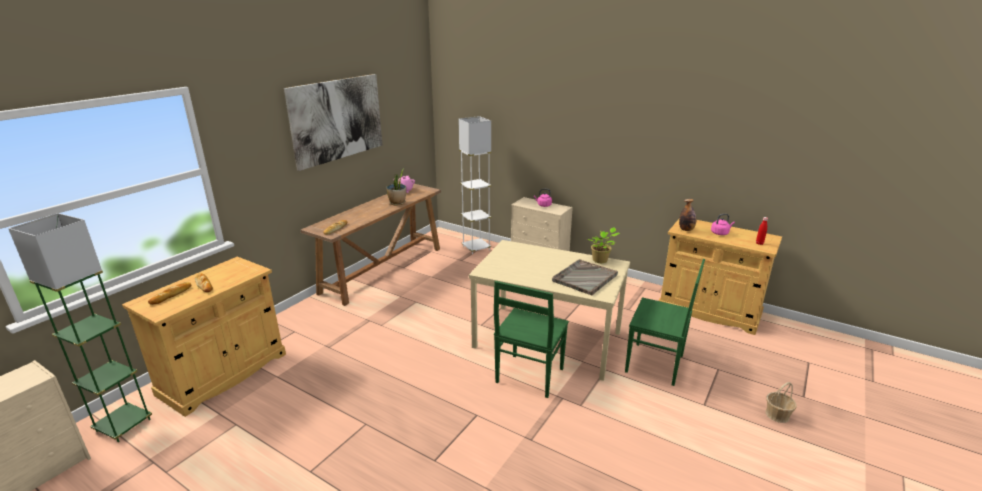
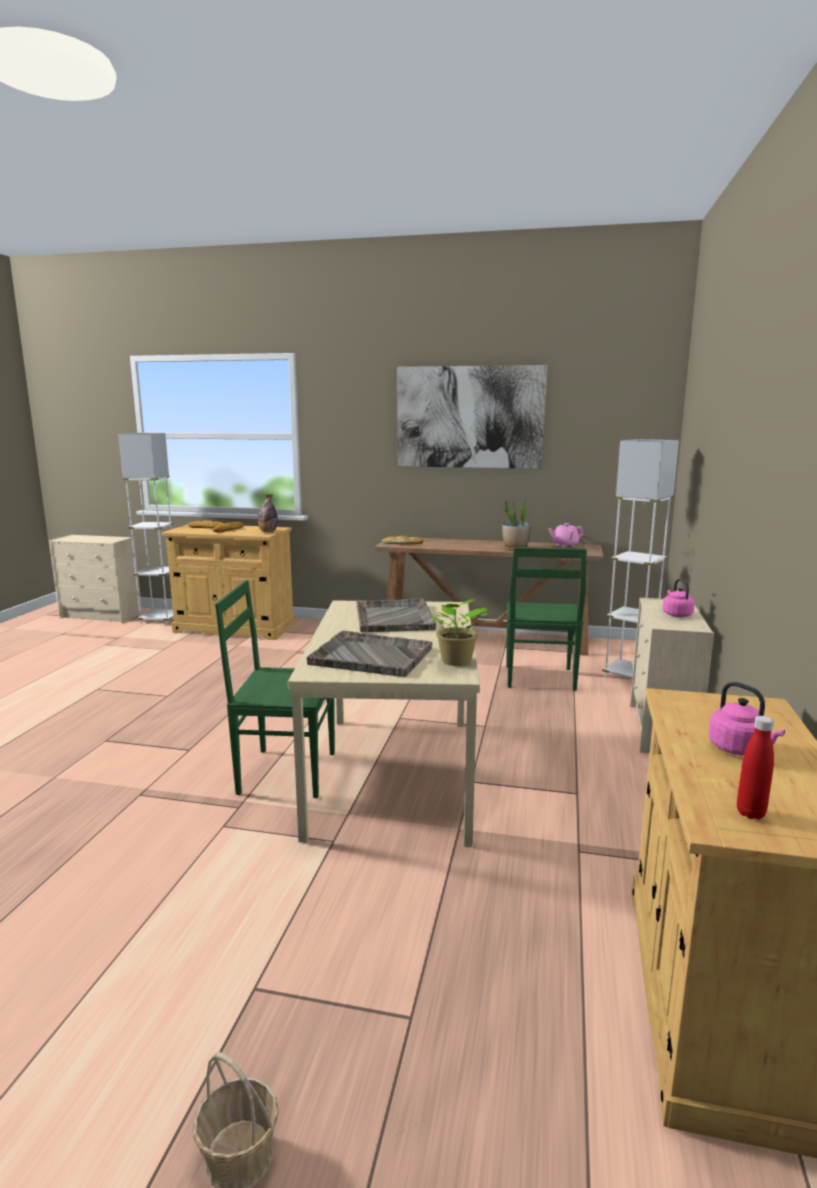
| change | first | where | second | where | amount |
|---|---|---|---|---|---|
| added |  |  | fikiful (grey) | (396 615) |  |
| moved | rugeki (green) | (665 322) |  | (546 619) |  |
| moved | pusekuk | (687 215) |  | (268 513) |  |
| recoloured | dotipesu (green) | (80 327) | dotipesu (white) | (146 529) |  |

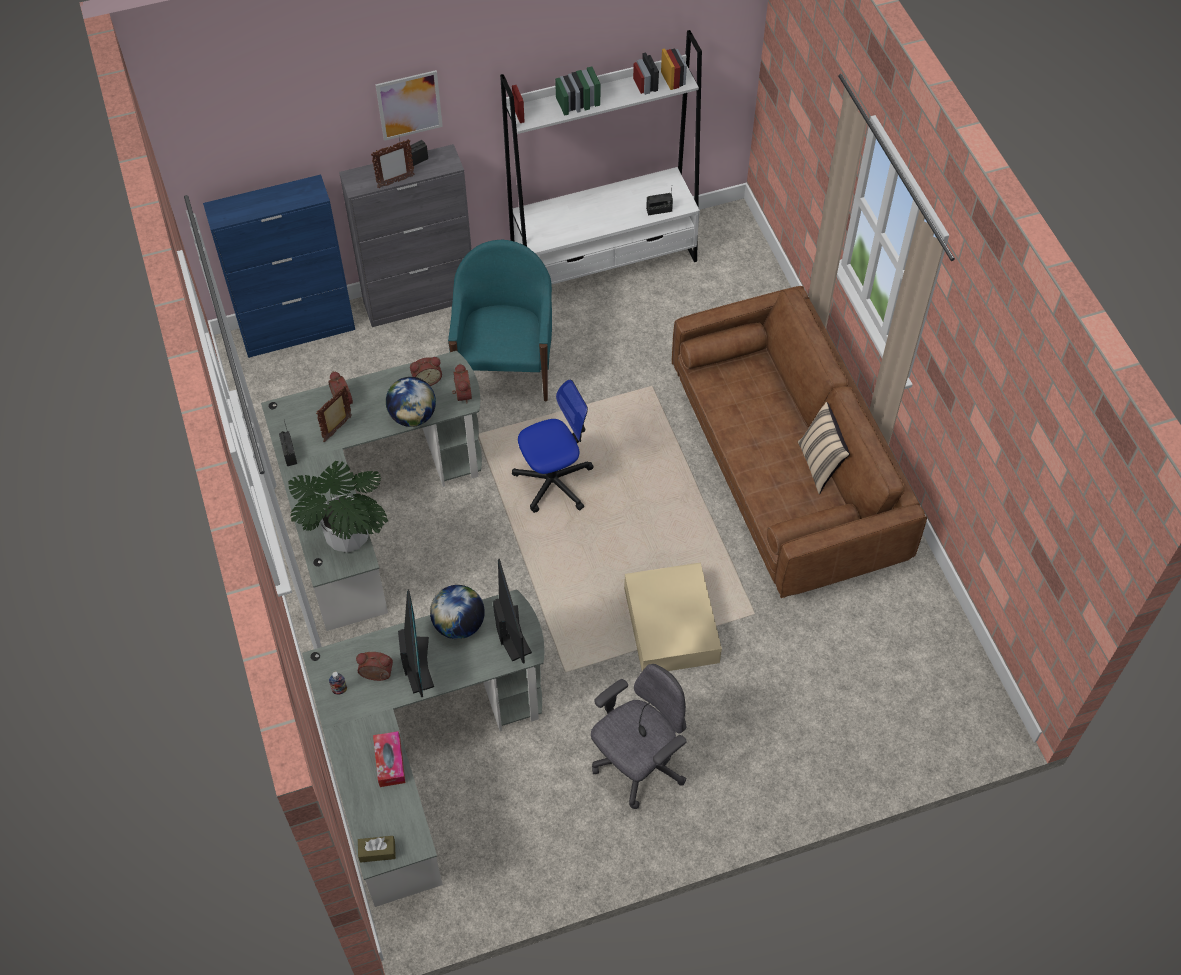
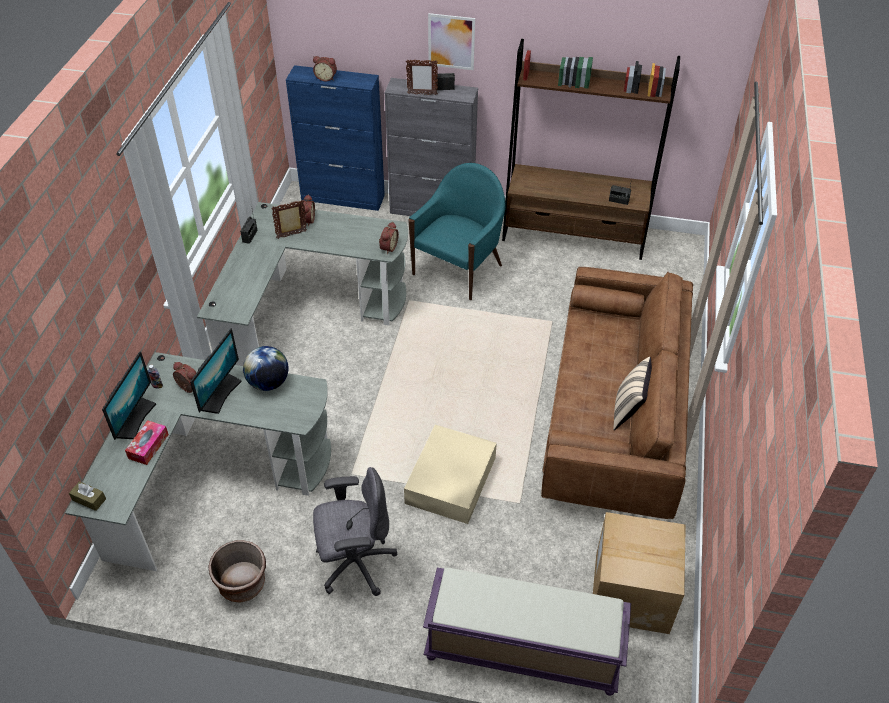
| change | first | where | second | where | amount |
|---|---|---|---|---|---|
| removed | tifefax | (338 507) |  |  |  |
| removed | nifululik | (411 402) |  |  |  |
| removed | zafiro | (553 446) |  |  |  |
| added |  |  | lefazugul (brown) | (237 571) |  |
| added |  |  | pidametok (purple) | (527 632) |  |
| added |  |  | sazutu | (639 573) |  |
| moved | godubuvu | (426 371) |  | (325 69) |  |
| moved | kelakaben | (512 611) |  | (129 395) |  |
| recoloured | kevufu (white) | (601 157) | kevufu (brown) | (591 149) |  |

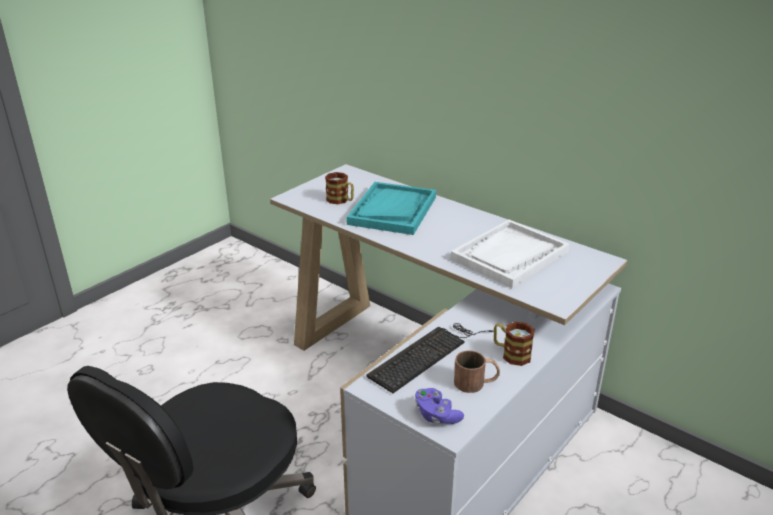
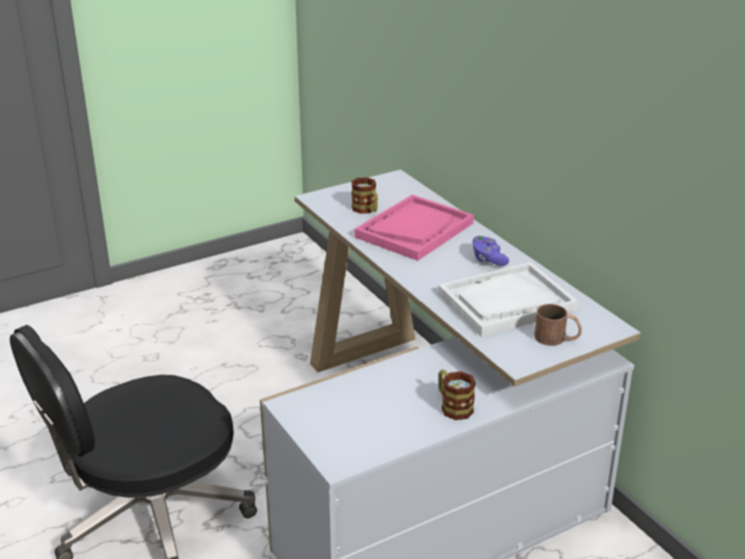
| change | first | where | second | where | amount |
|---|---|---|---|---|---|
| removed | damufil | (430 358) |  |  |  |
| moved | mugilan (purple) | (439 406) |  | (490 251) |  |
| moved | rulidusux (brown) | (477 372) |  | (558 325) |  |
| recoloured | fikiful (turquoise) | (391 208) | fikiful (pink) | (414 228) |  |

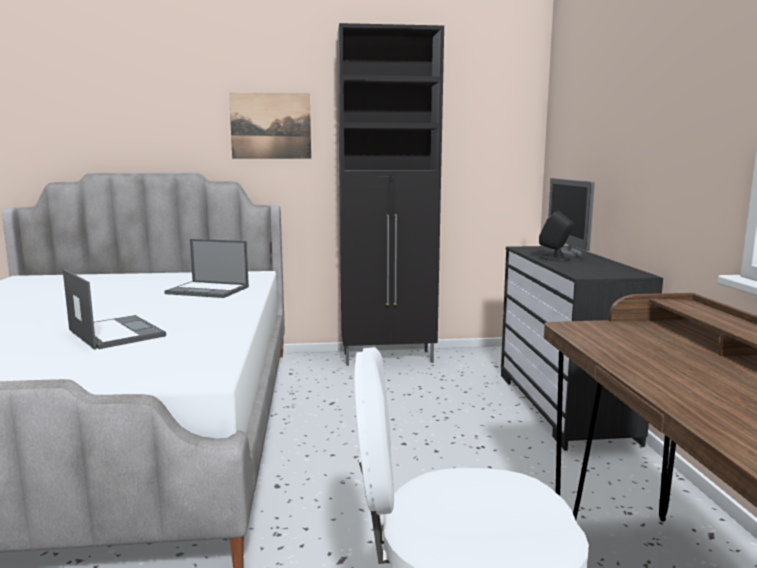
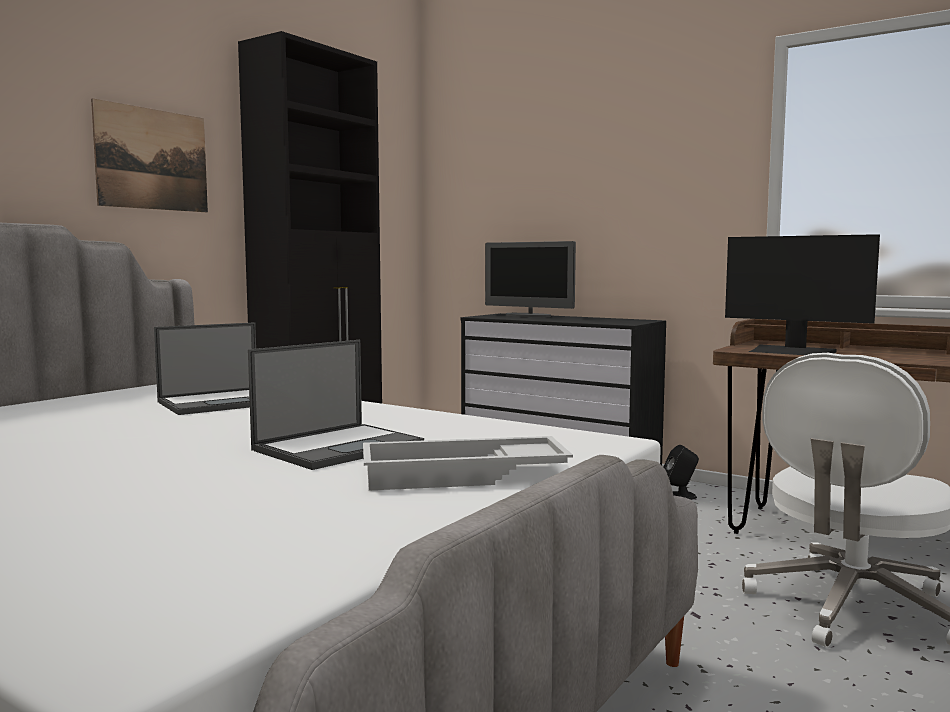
| change | first | where | second | where | amount |
|---|---|---|---|---|---|
| added |  |  | fikiful (white) | (468 463) |  |
| added |  |  | kelakaben | (802 294) |  |
| moved | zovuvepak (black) | (556 236) |  | (681 472) |  |
| turned | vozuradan | (114 309) |  | (336 405) | 135 degrees clockwise |

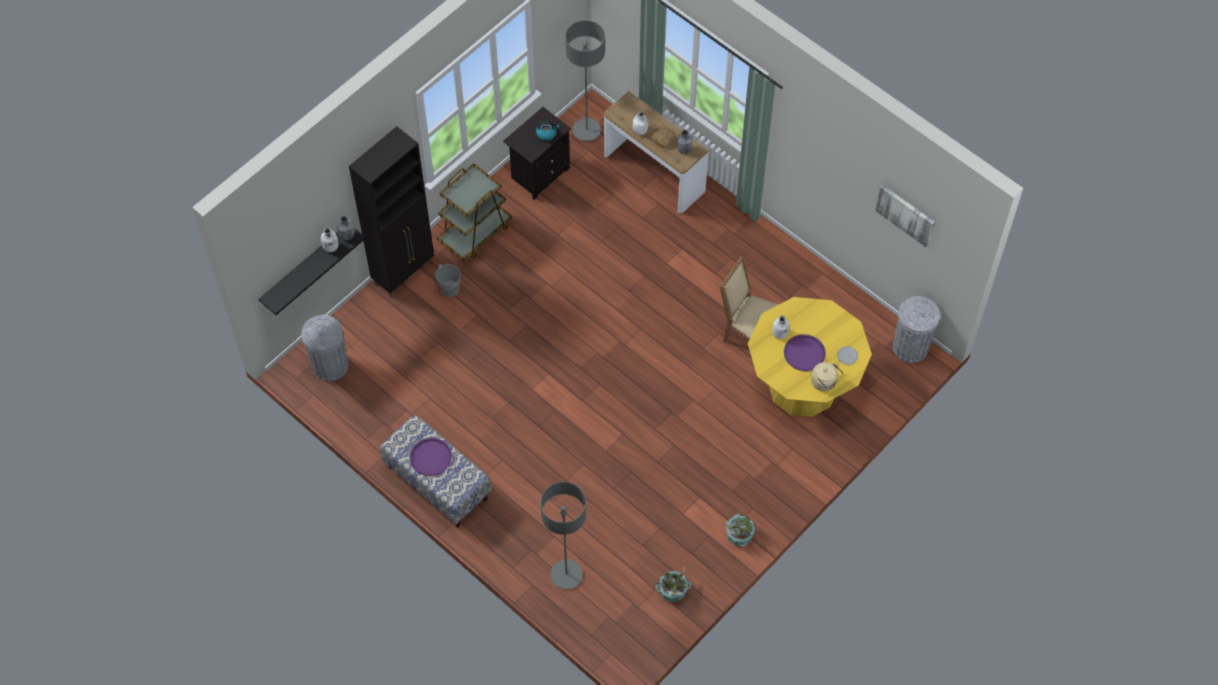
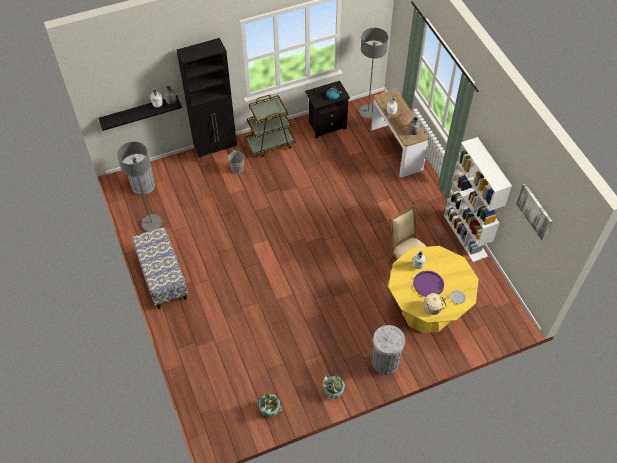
| change | first | where | second | where | amount |
|---|---|---|---|---|---|
| removed | fikiful (purple) | (430 457) |  |  |  |
| added |  |  | kevufu (white) | (478 199) |  |
| moved | dotipesu (grey) | (563 535) |  | (139 186) |  |
| moved | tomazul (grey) | (916 329) |  | (388 350) |  |

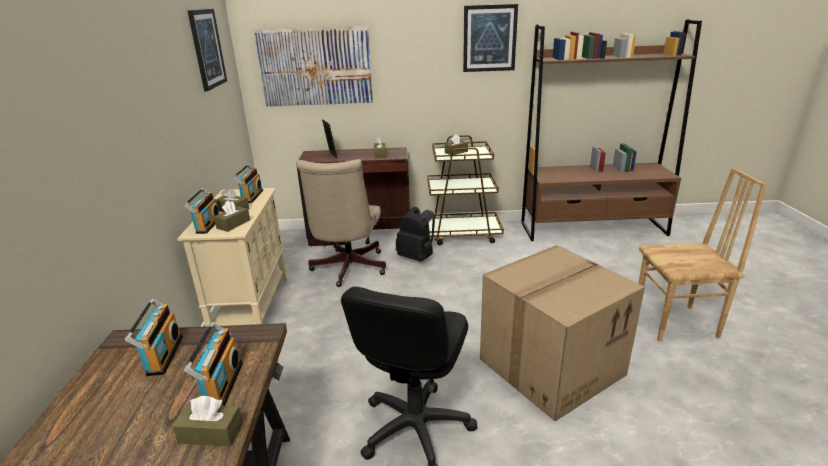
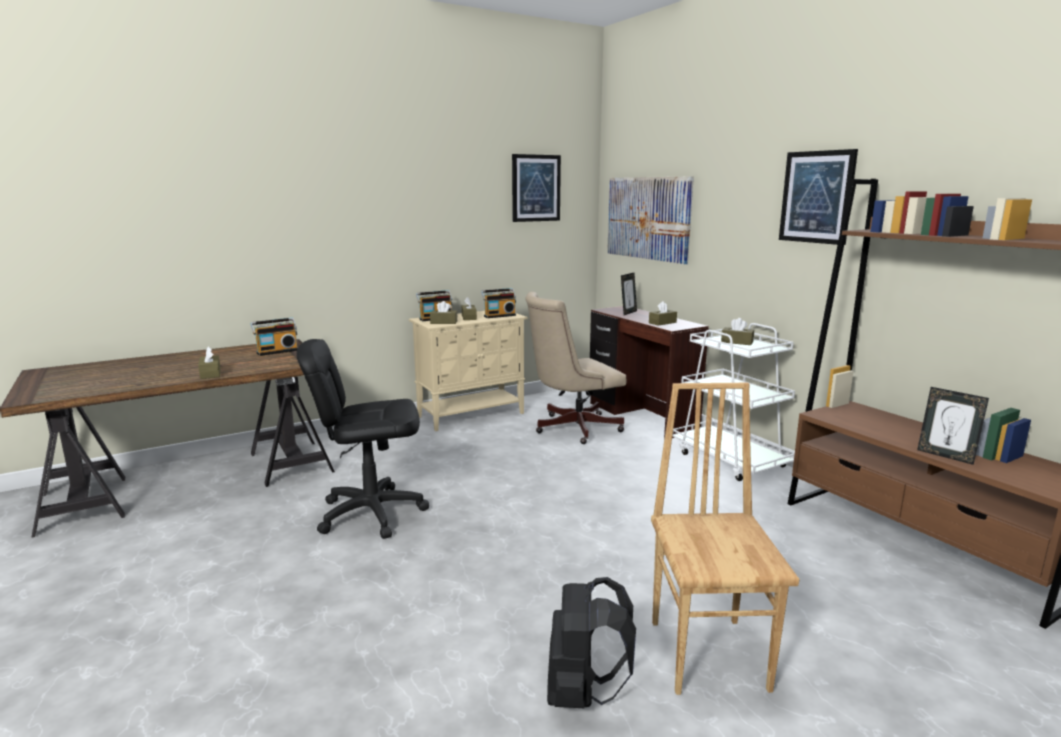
| change | first | where | second | where | amount |
|---|---|---|---|---|---|
| removed | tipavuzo | (213 363) |  |  |  |
| removed | sazutu | (562 333) |  |  |  |
| added |  |  | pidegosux | (953 426) |  |
| moved | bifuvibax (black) | (415 234) |  | (591 642) |  |
| recoloured | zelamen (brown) | (465 190) | zelamen (white) | (733 402) |  |
| turned | rugeki (brown) | (702 254) |  | (725 539) | 150 degrees counterclockwise |

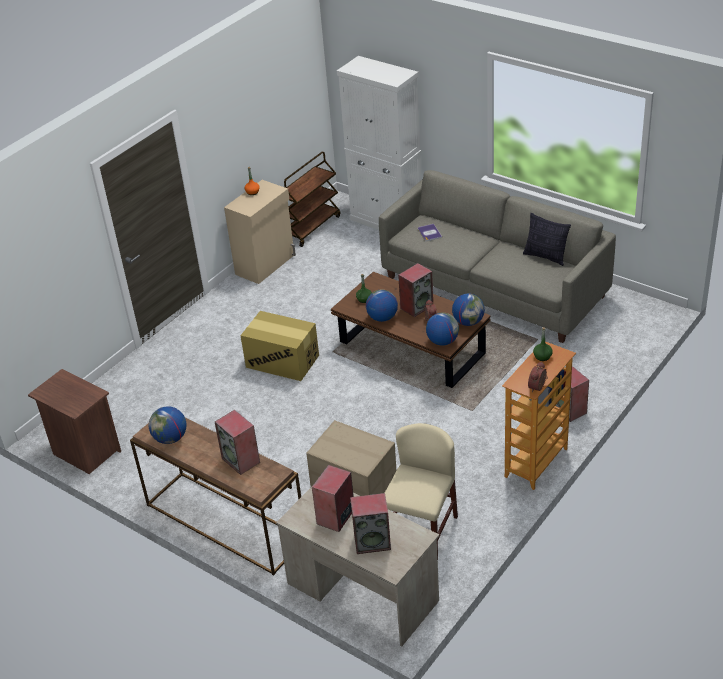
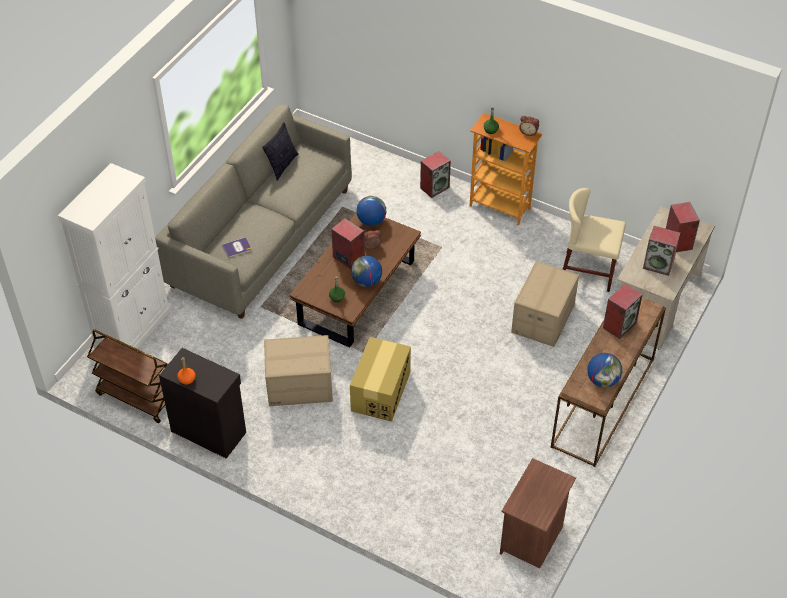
| change | first | where | second | where | amount |
|---|---|---|---|---|---|
| removed | nifululik | (442 329) |  |  |  |
| added |  |  | sazutu | (298 370) |  |
| recoloured | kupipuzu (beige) | (260 232) | kupipuzu (black) | (202 403) |  |

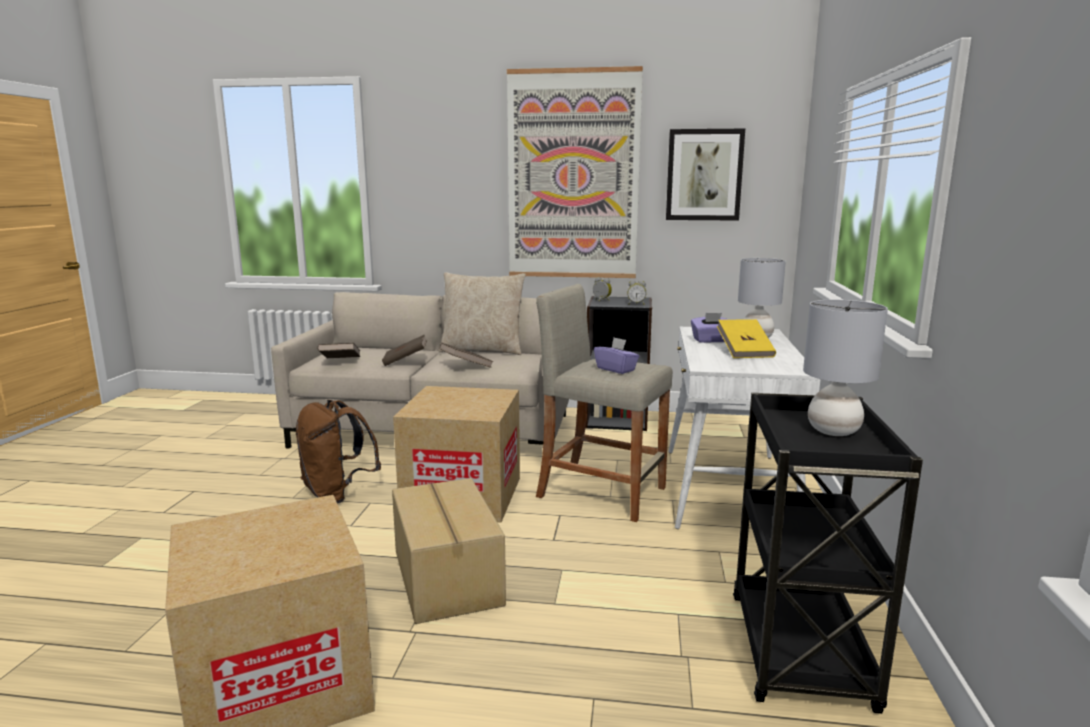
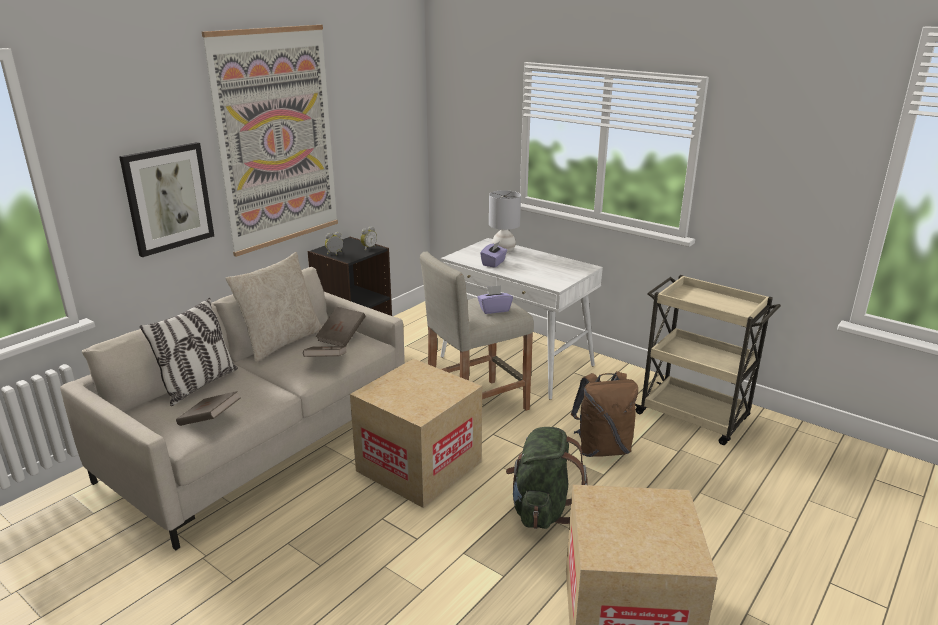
| change | first | where | second | where | amount |
|---|---|---|---|---|---|
| removed | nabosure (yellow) | (746 338) |  |  |  |
| removed | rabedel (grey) | (845 368) |  |  |  |
| added |  |  | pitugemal | (189 352) |  |
| moved | bifuvibax (brown) | (338 451) |  | (604 414) |  |
| moved | nabosure (brown) | (404 350) |  | (341 326) |  |
| moved | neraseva | (705 175) |  | (166 199) |  |
| replaced | sazutu | (449 551) | bifuvibax (green) | (546 478) |  |
| recoloured | zelamen (black) | (828 553) | zelamen (beige) | (708 360) |  |

